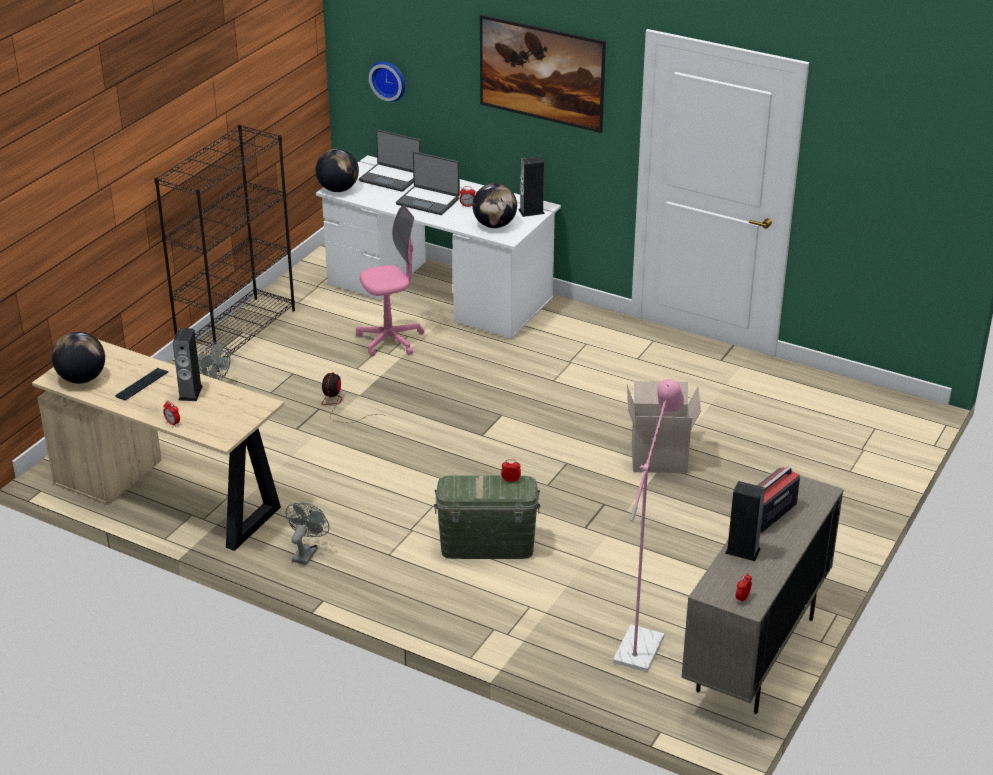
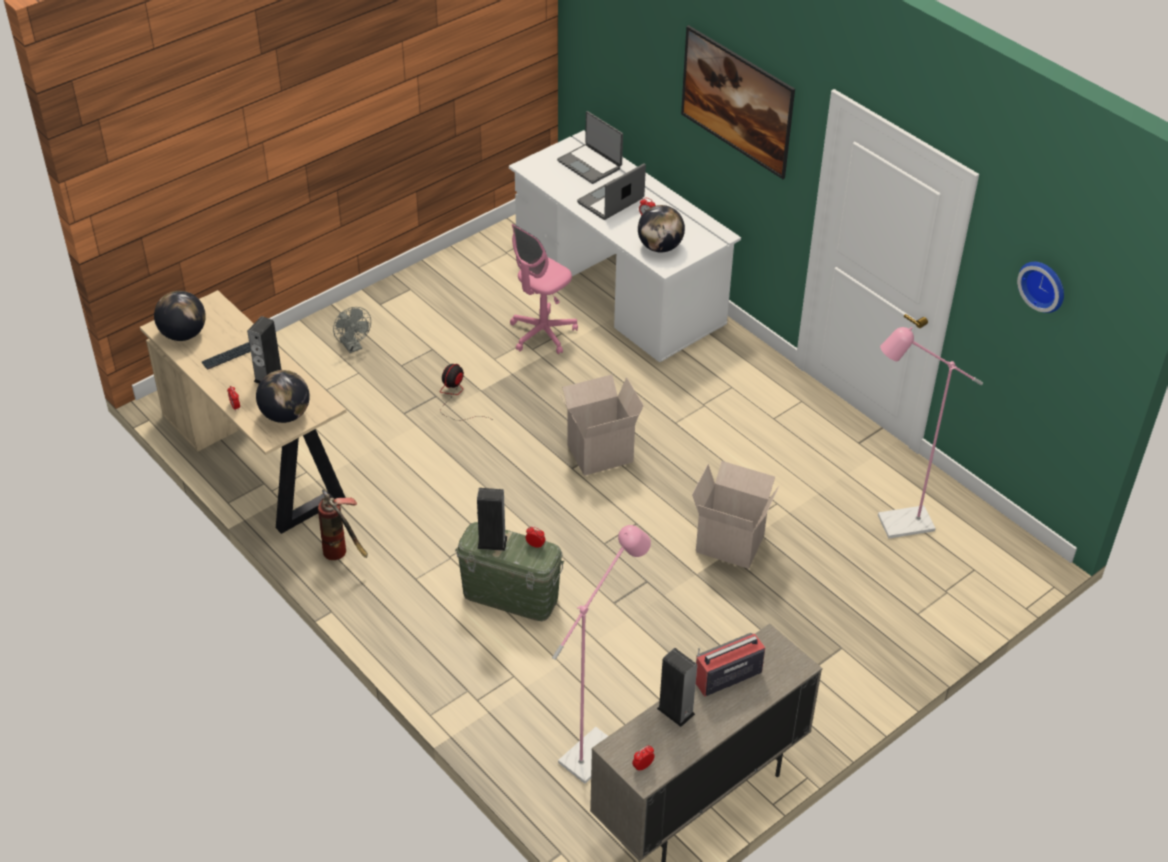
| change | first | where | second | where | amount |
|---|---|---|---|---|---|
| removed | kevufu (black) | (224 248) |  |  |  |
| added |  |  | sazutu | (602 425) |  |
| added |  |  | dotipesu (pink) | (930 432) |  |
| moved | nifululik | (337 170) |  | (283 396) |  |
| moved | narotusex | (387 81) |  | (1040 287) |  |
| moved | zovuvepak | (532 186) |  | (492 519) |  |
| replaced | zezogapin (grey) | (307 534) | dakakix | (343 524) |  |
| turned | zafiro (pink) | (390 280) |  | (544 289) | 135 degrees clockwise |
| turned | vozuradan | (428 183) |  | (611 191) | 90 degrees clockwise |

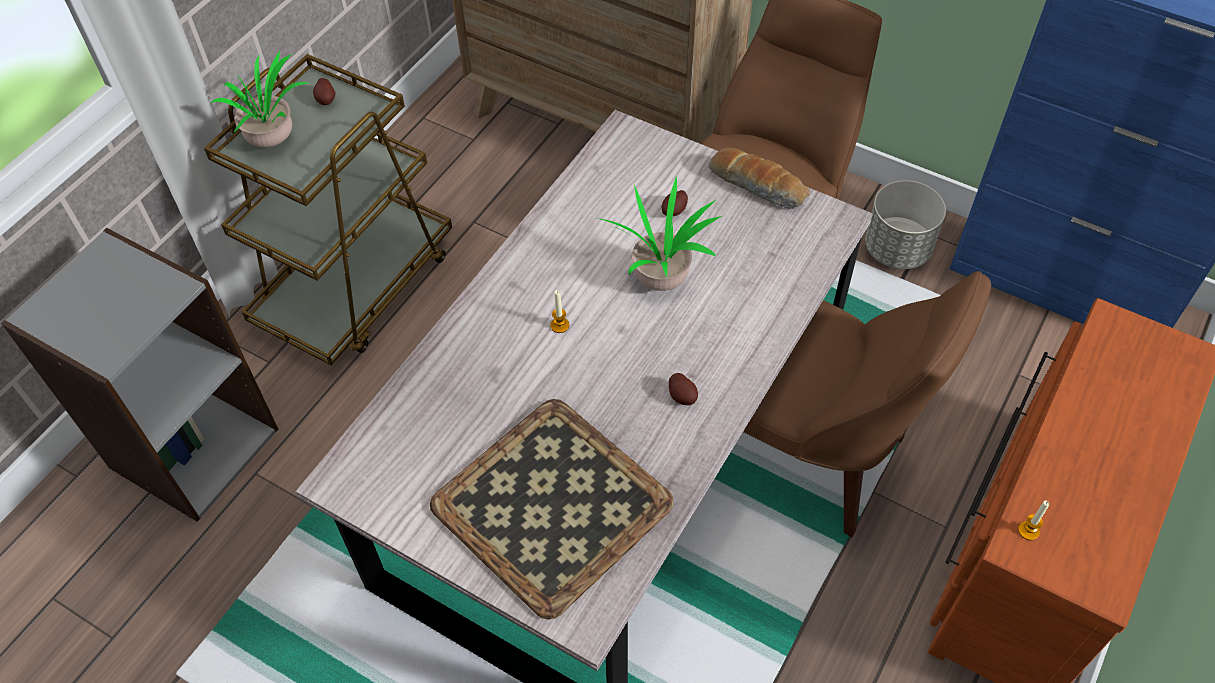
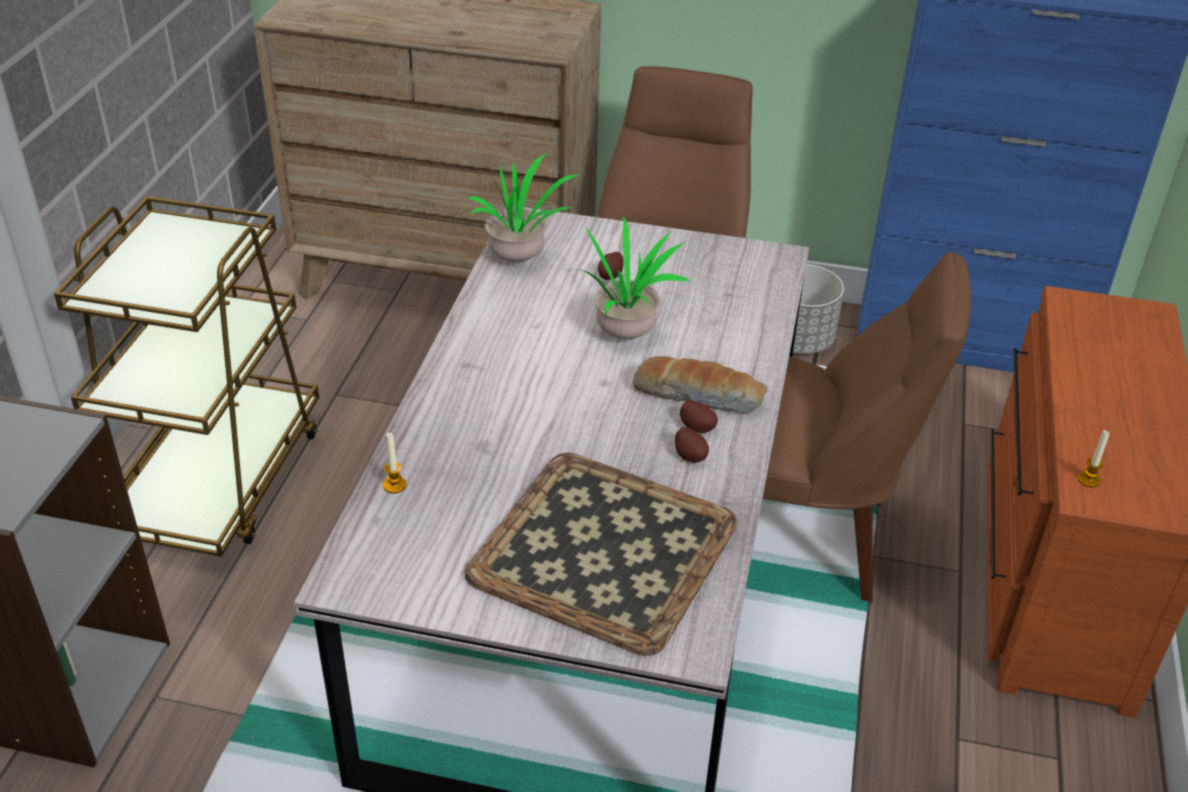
| change | first | where | second | where | amount |
|---|---|---|---|---|---|
| moved | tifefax | (260 99) |  | (523 207) |  |
| moved | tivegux | (324 91) |  | (692 444) |  |
| moved | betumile | (560 311) |  | (395 463) |  |
| moved | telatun | (759 178) |  | (700 384) |  |

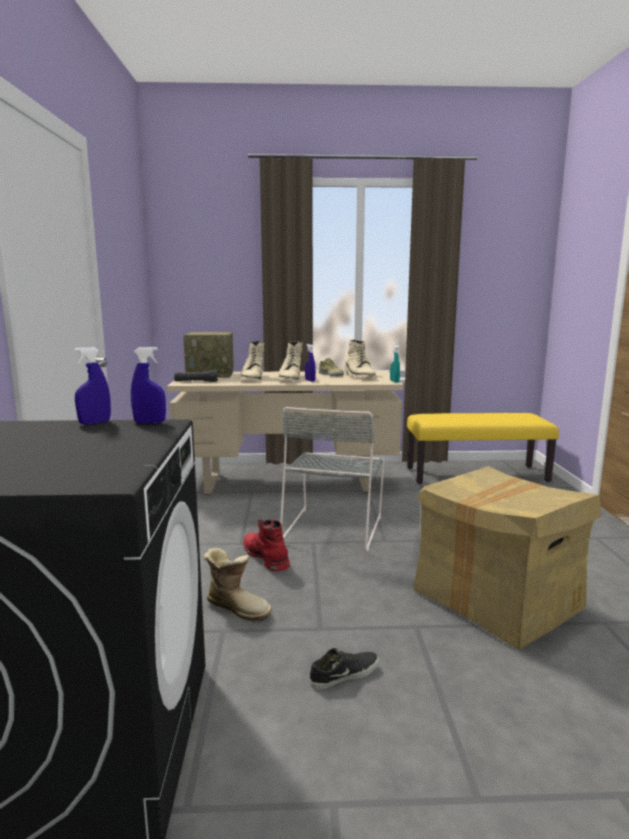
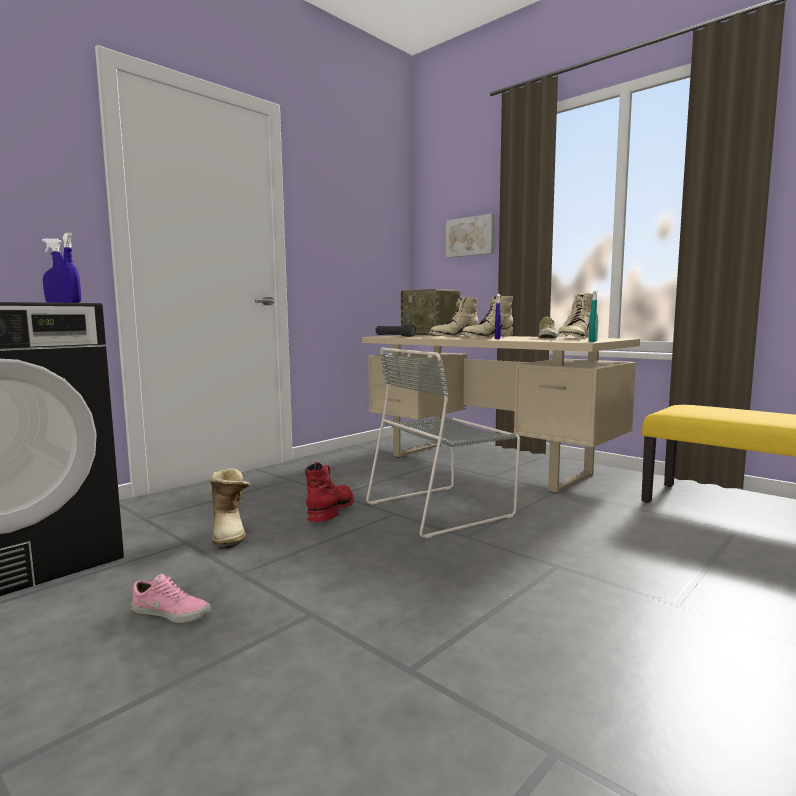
| change | first | where | second | where | amount |
|---|---|---|---|---|---|
| removed | sazutu | (507 558) |  |  |  |
| added |  |  | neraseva | (470 235) |  |
| recoloured | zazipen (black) | (344 669) | zazipen (pink) | (171 598) |  |

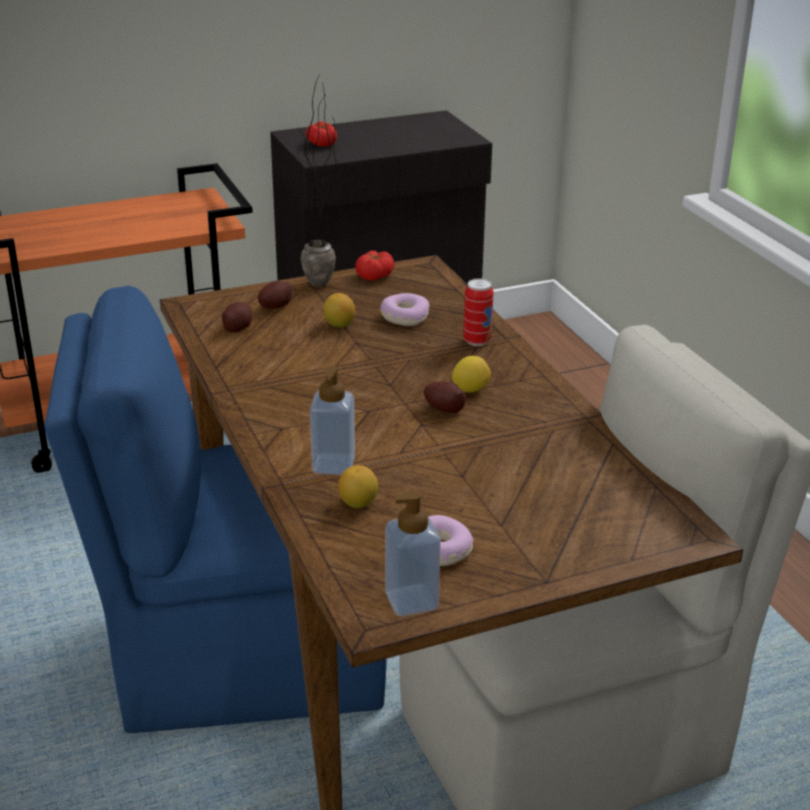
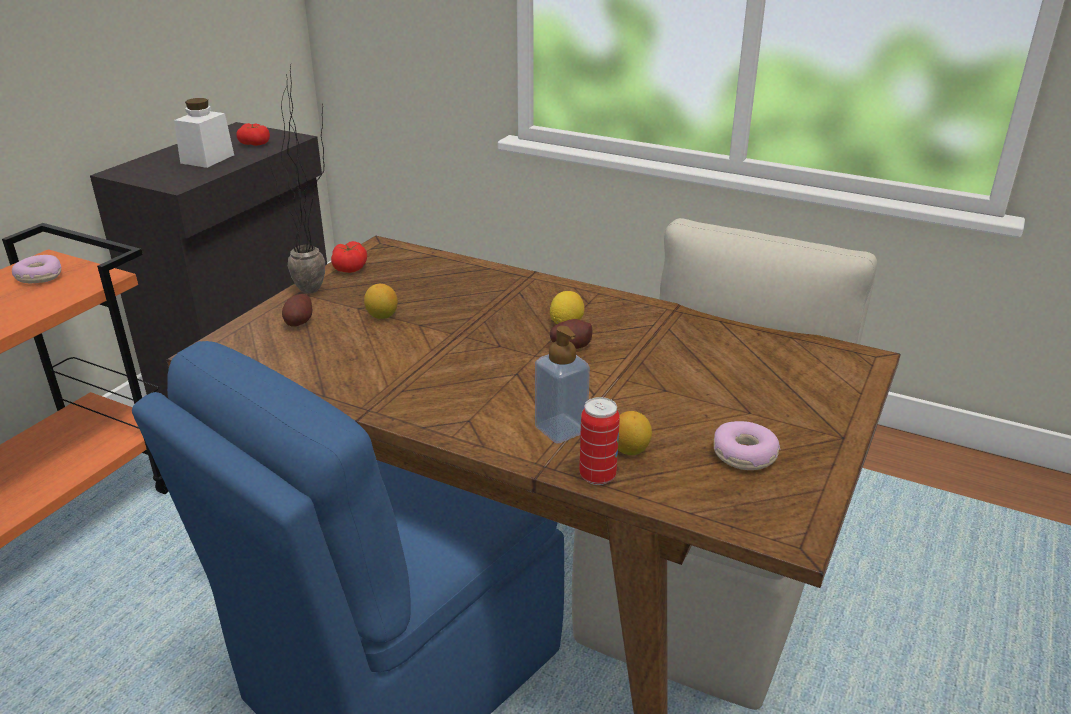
| change | first | where | second | where | amount |
|---|---|---|---|---|---|
| removed | tivegux | (237 317) |  |  |  |
| removed | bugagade | (413 553) |  |  |  |
| added |  |  | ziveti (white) | (204 133) |  |
| moved | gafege | (321 134) |  | (253 134) |  |
| moved | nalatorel | (405 309) |  | (36 269) |  |
| moved | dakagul | (478 312) |  | (599 441) |  |

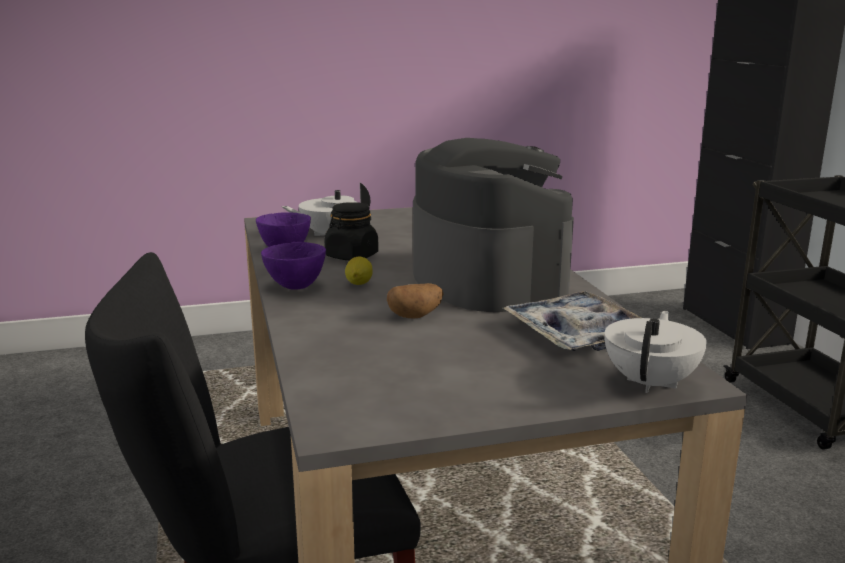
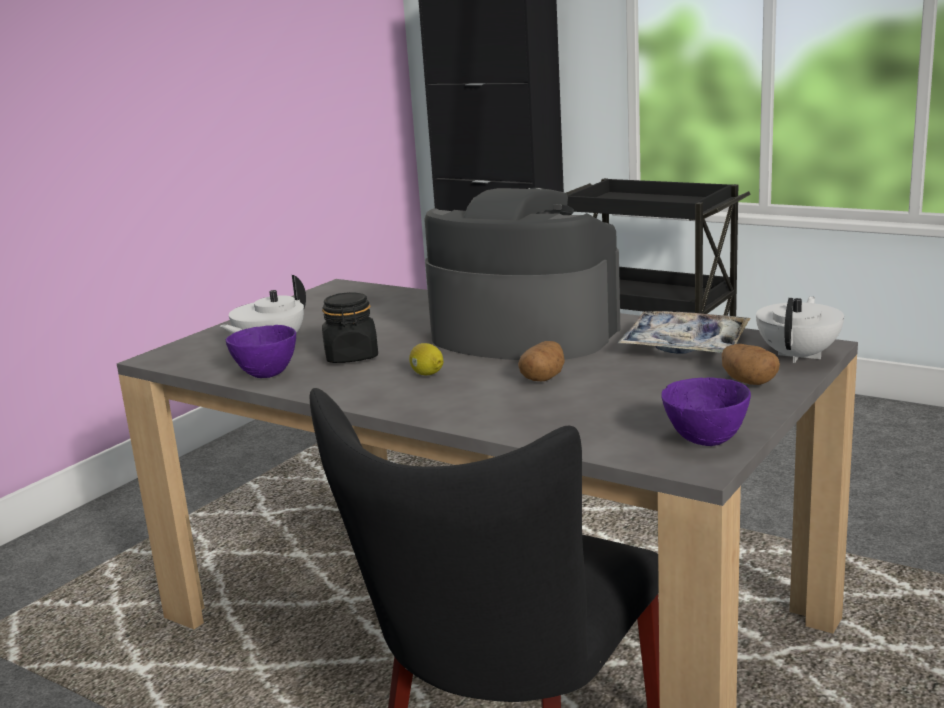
| change | first | where | second | where | amount |
|---|---|---|---|---|---|
| added |  |  | tivegux | (751 364) |  |
| moved | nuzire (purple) | (293 266) |  | (706 411) |  |
| turned | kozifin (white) | (655 352) |  | (800 329) | 45 degrees clockwise |

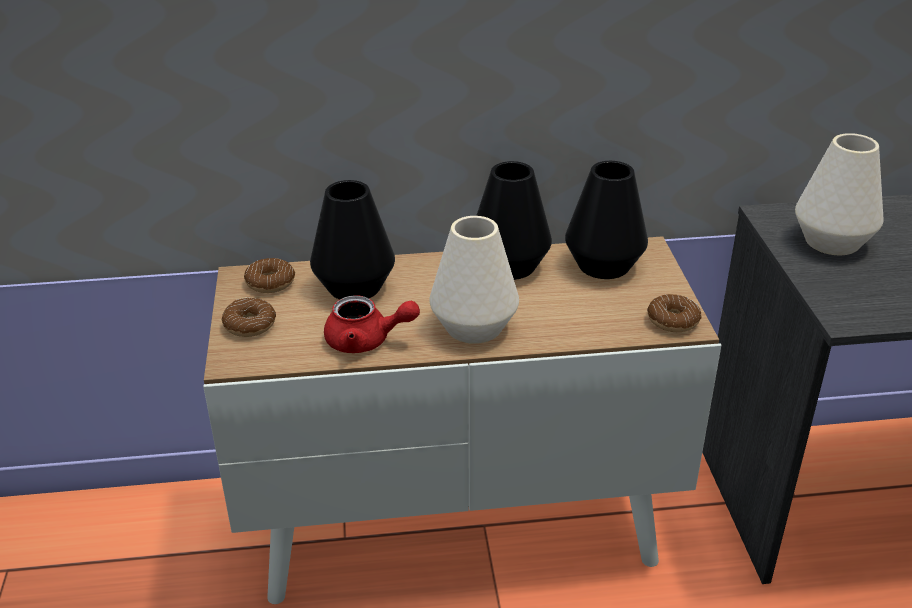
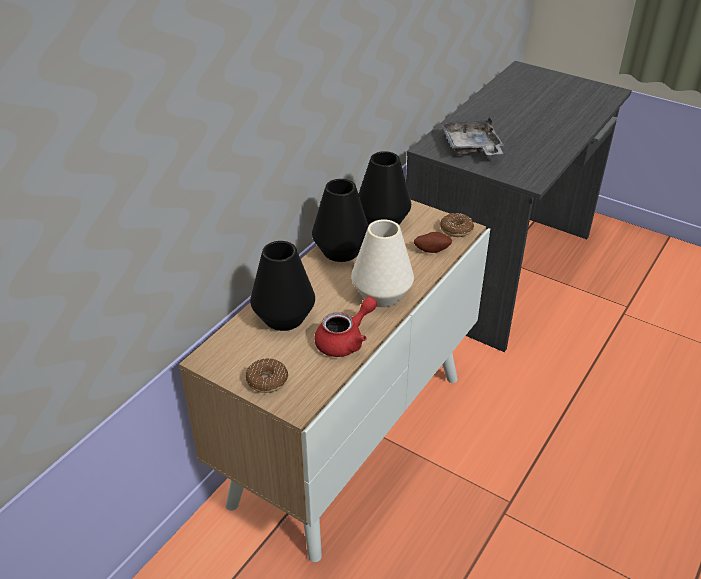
| change | first | where | second | where | amount |
|---|---|---|---|---|---|
| removed | nalatorel | (269 275) |  |  |  |
| added |  |  | tivegux | (433 242) |  |
| replaced | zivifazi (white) | (839 194) | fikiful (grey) | (472 135) |  |

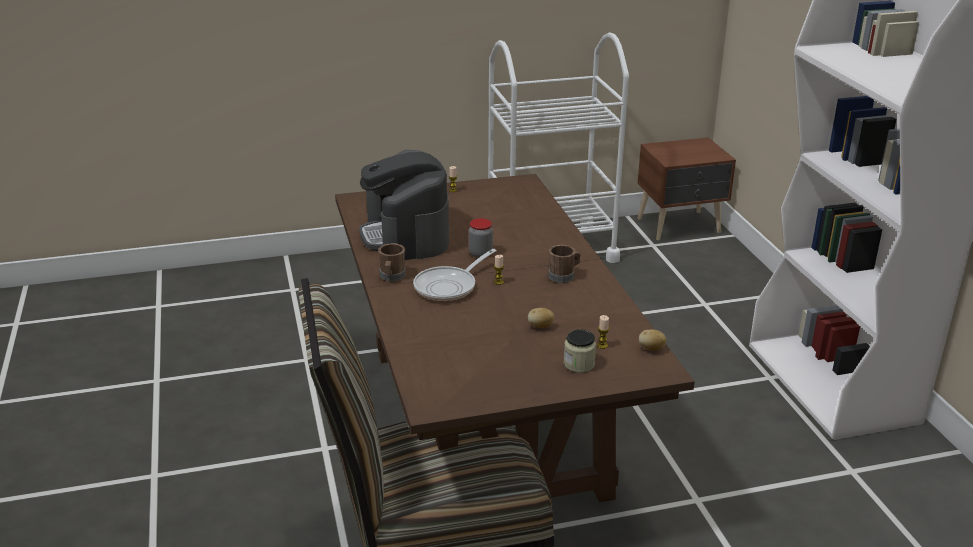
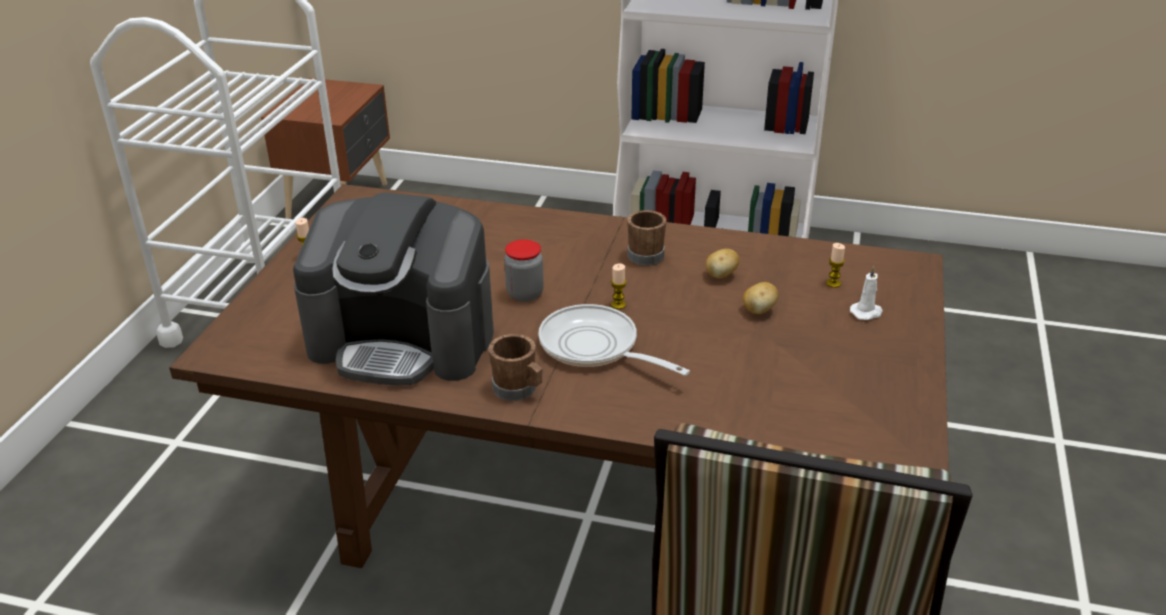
| change | first | where | second | where | amount |
|---|---|---|---|---|---|
| moved | tivegux | (652 340) |  | (722 263) |  |
| replaced | ziveti | (580 351) | betumile (white) | (866 293) |  |
| turned | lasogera | (455 275) |  | (614 340) | 150 degrees clockwise |

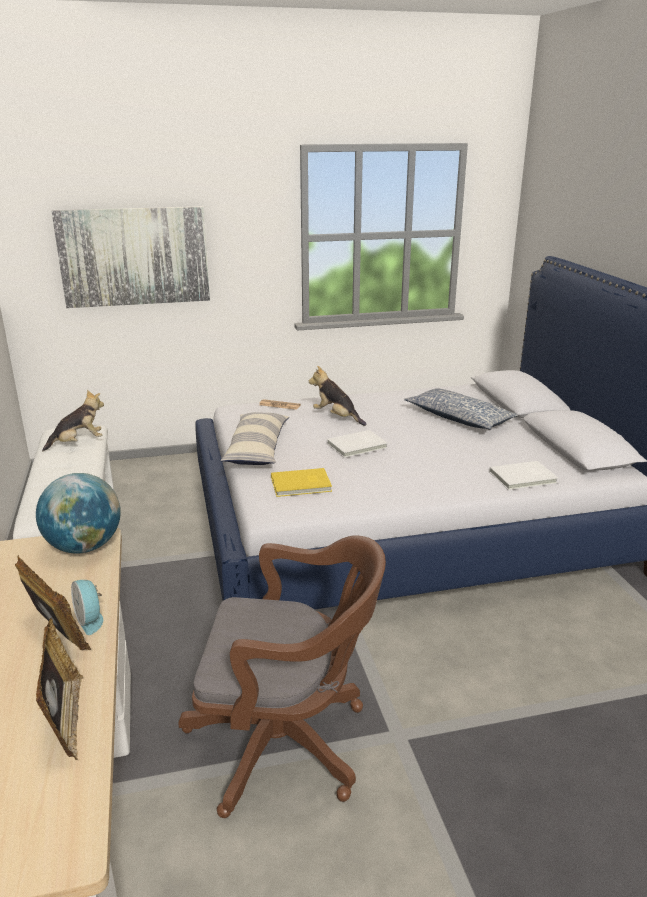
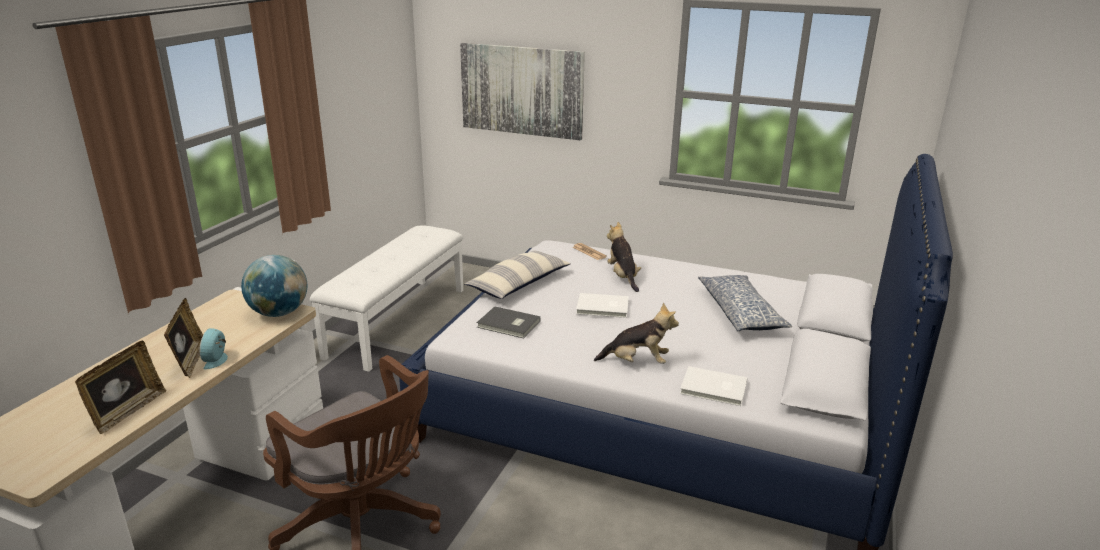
| change | first | where | second | where | amount |
|---|---|---|---|---|---|
| moved | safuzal | (73 420) |  | (636 333) |  |
| recoloured | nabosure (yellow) | (301 482) | nabosure (grey) | (509 322) |  |

